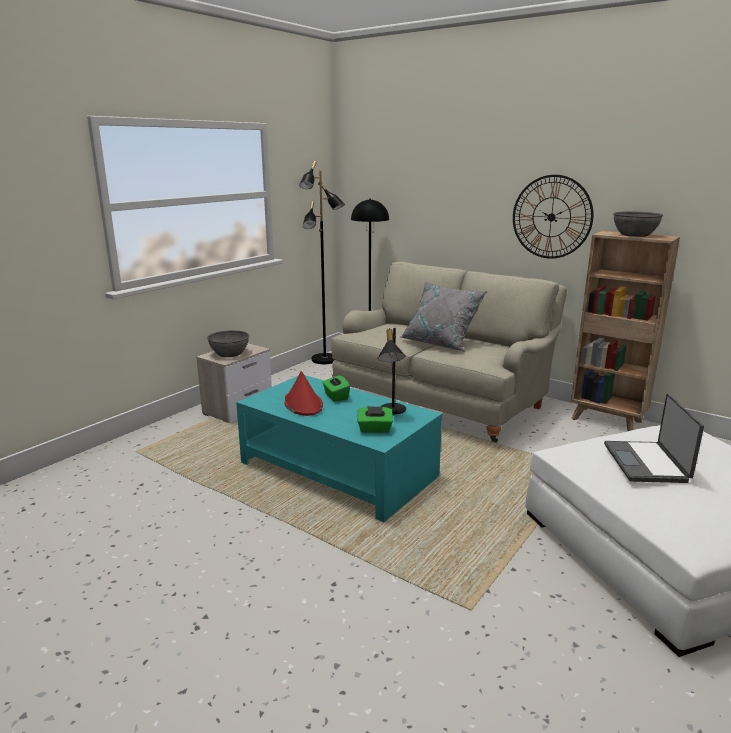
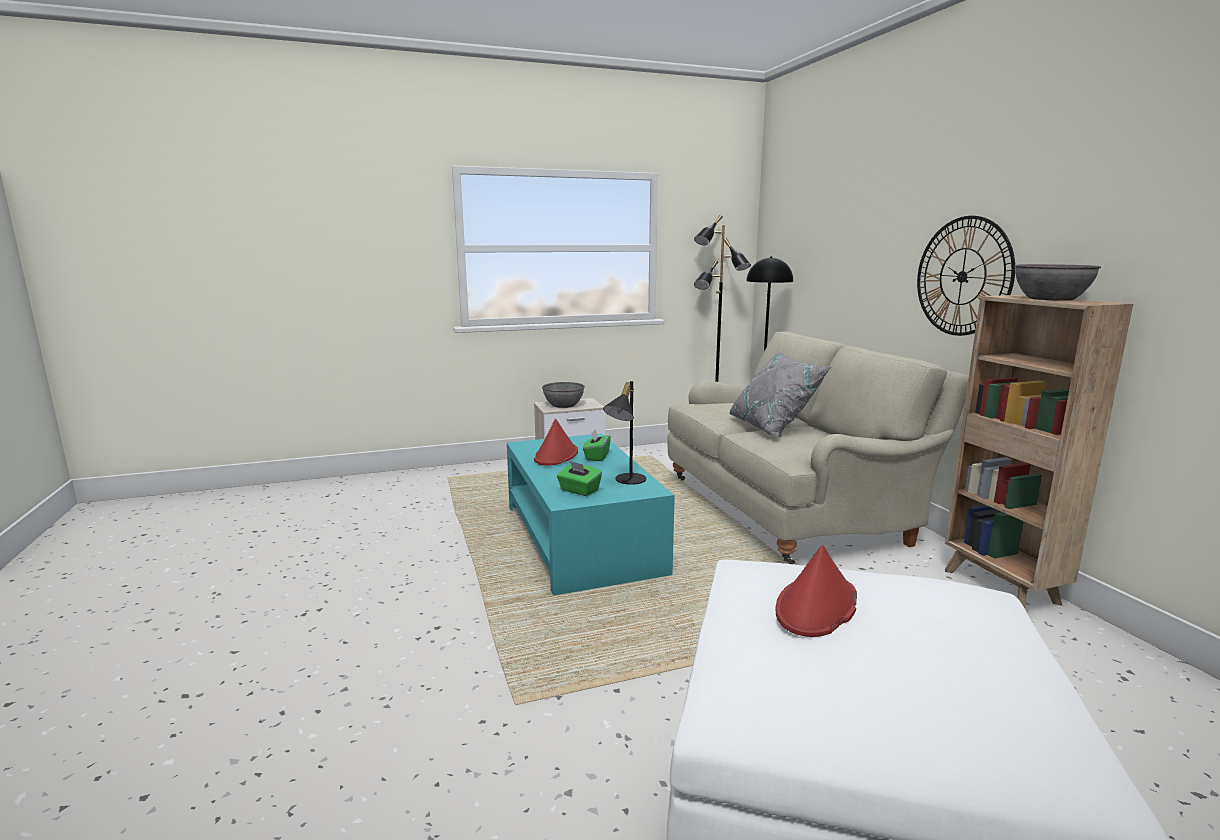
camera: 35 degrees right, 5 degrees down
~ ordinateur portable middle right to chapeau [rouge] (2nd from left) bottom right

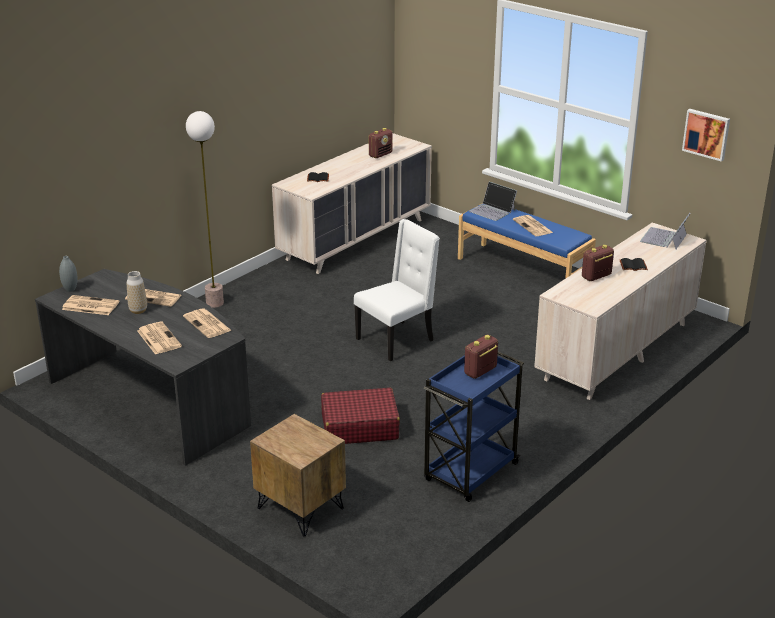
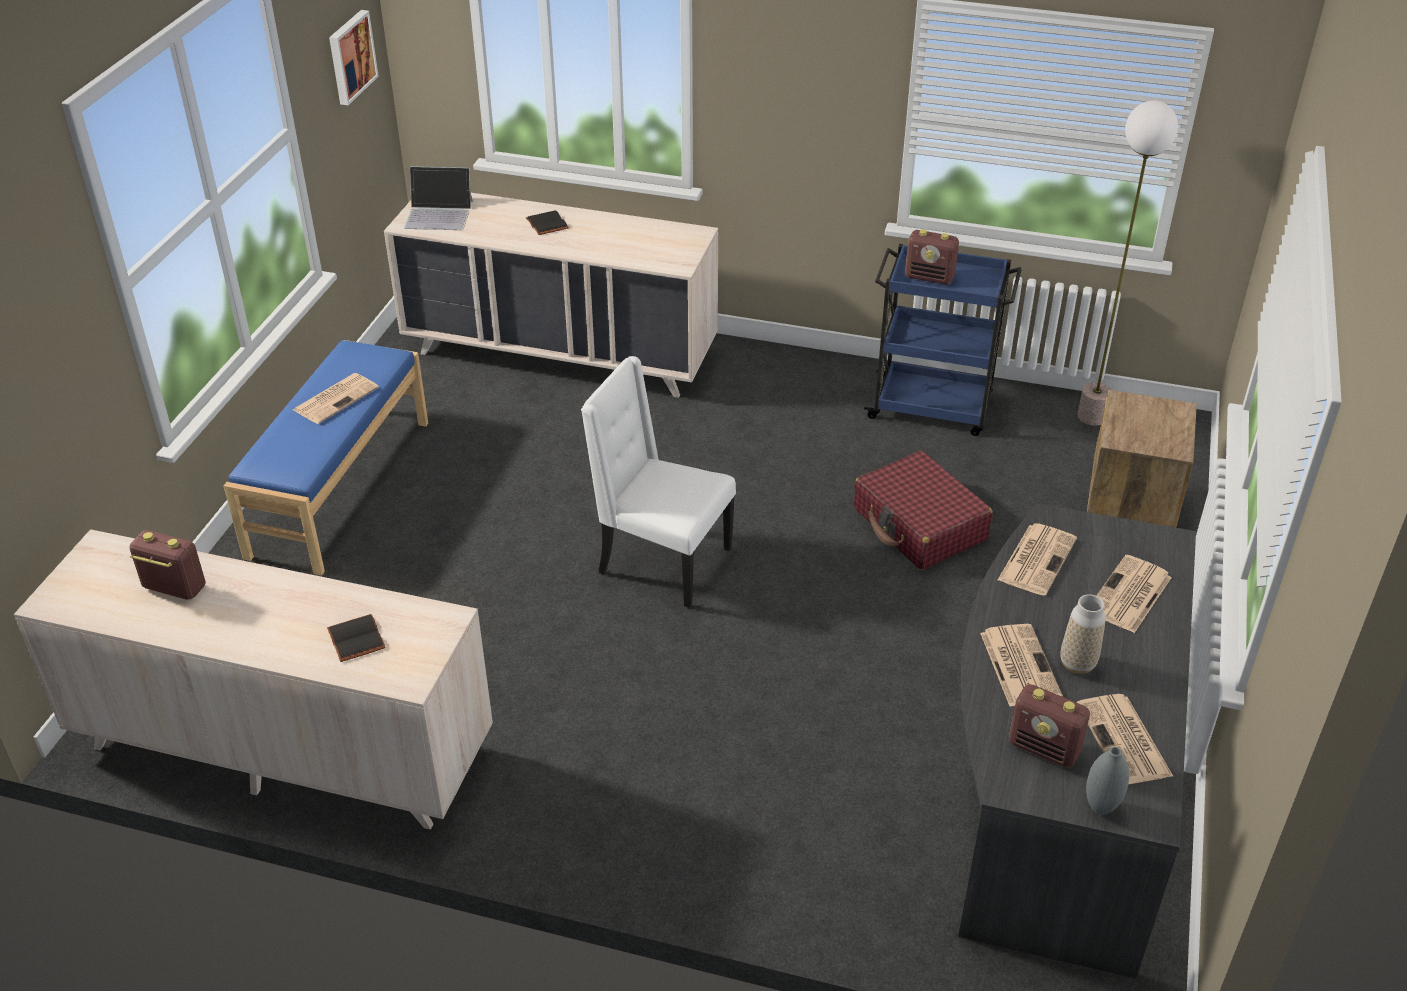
camera: 115 degrees left, 10 degrees up
~ lampadaire middle left to top right
- ordinateur portable (1st from left) top centre
~ radio (3rd from left) middle right to bottom right

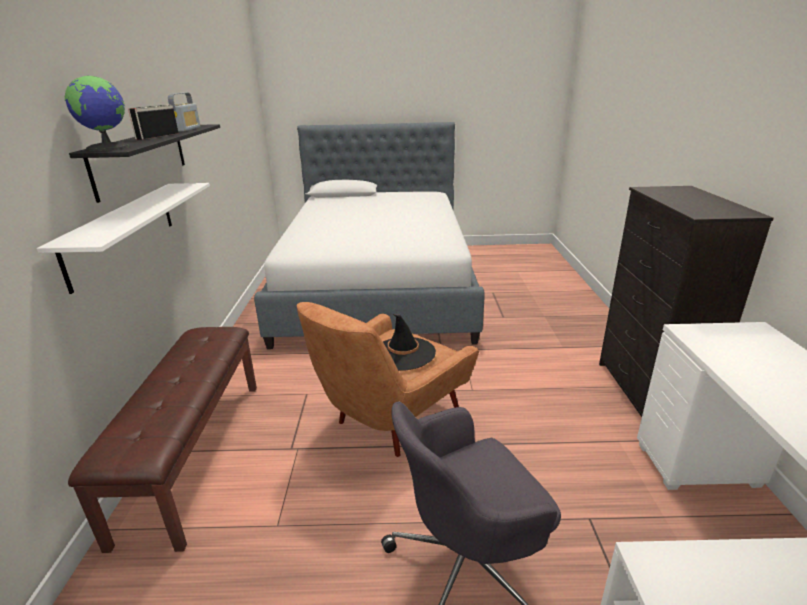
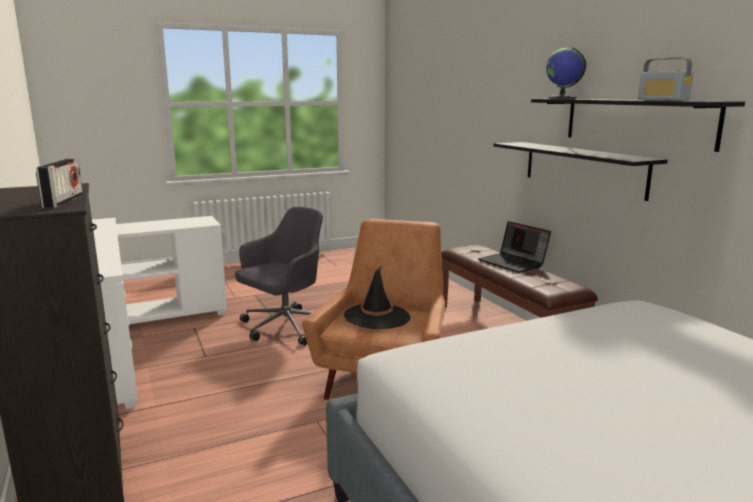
camera: 155 degrees right, 10 degrees down
~ étagère [blanc] middle left to étagère [noir] (1st from left) middle right
~ radio (1st from left) top left to middle left
+ ordinateur portable middle right

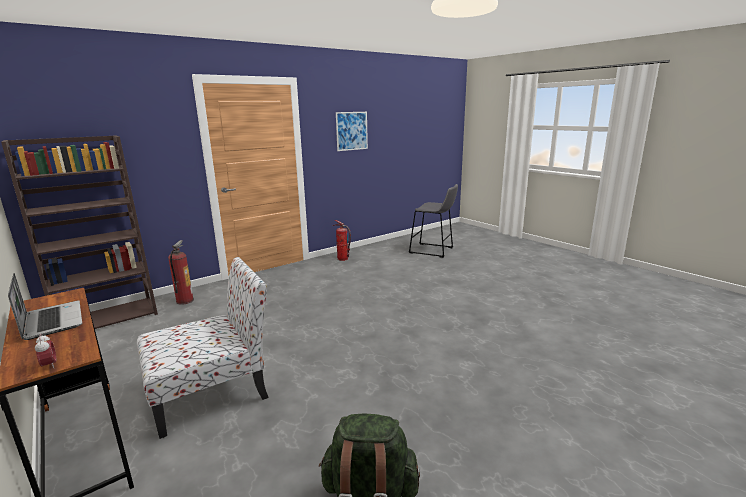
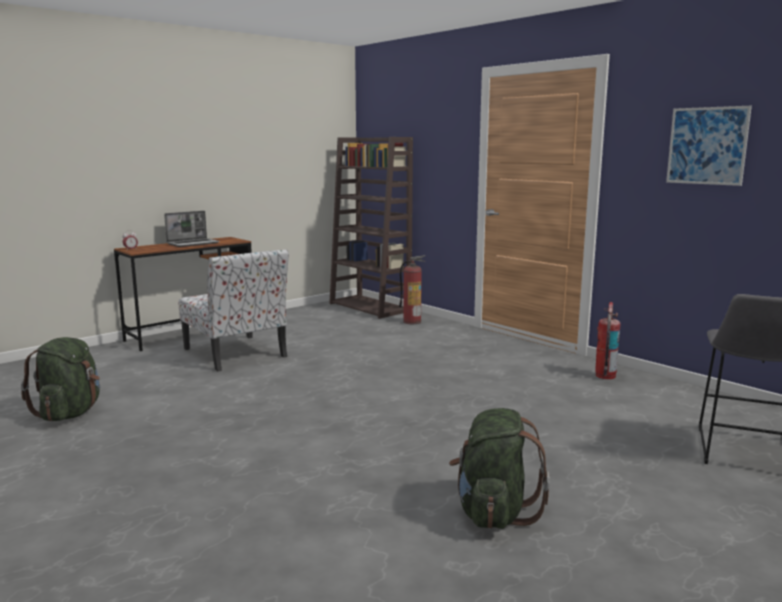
camera: 85 degrees right, 5 degrees down
+ sac à dos [vert] (2nd from left) bottom centre

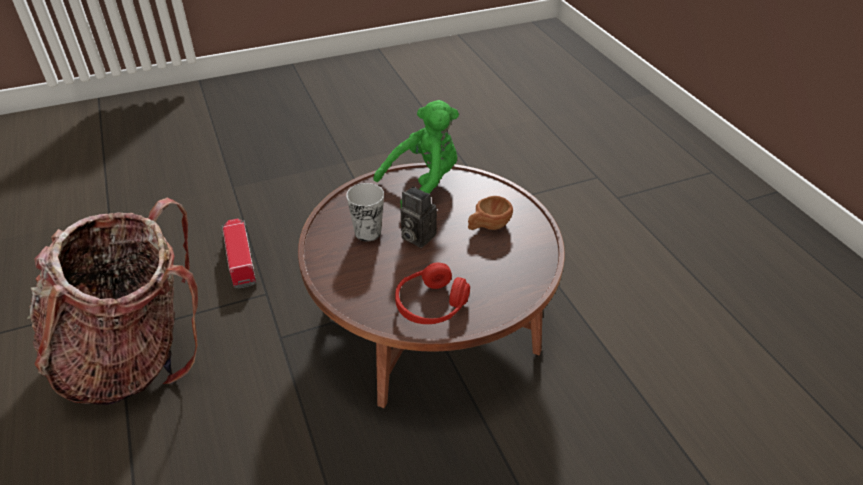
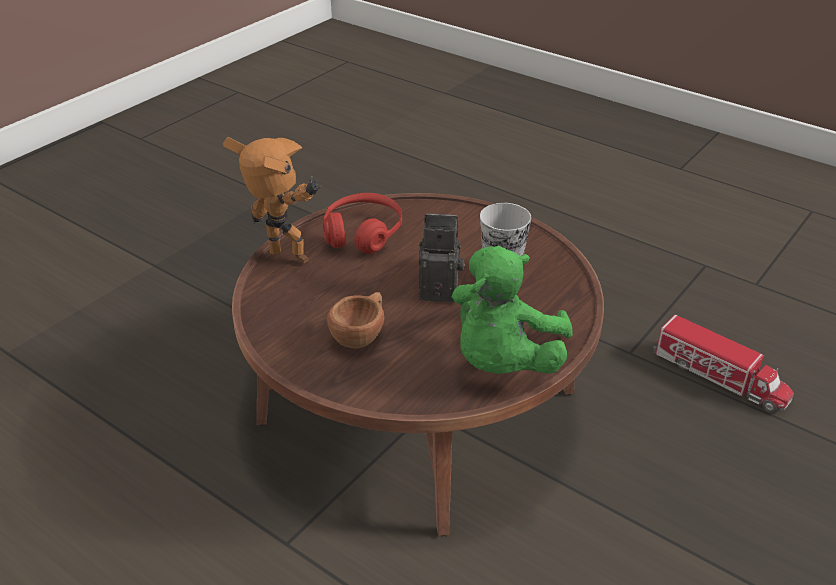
camera: 150 degrees right, 5 degrees down
- sac à dos middle left
+ robot jouet middle left

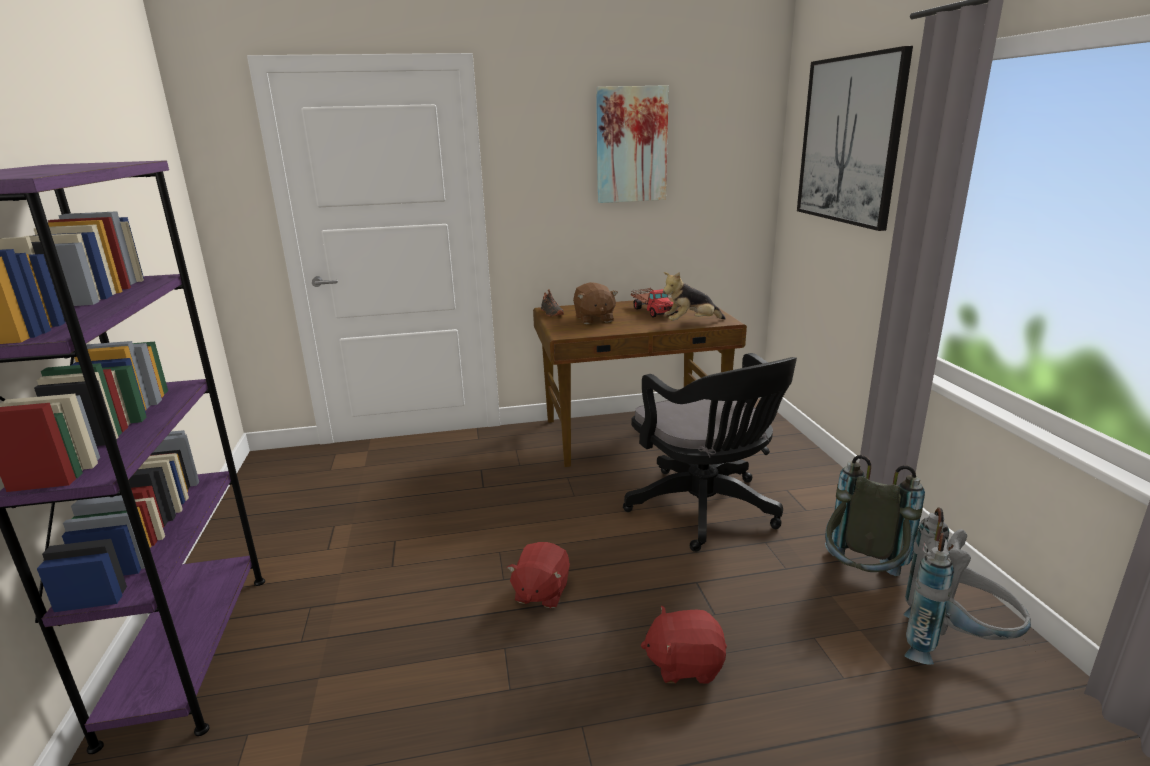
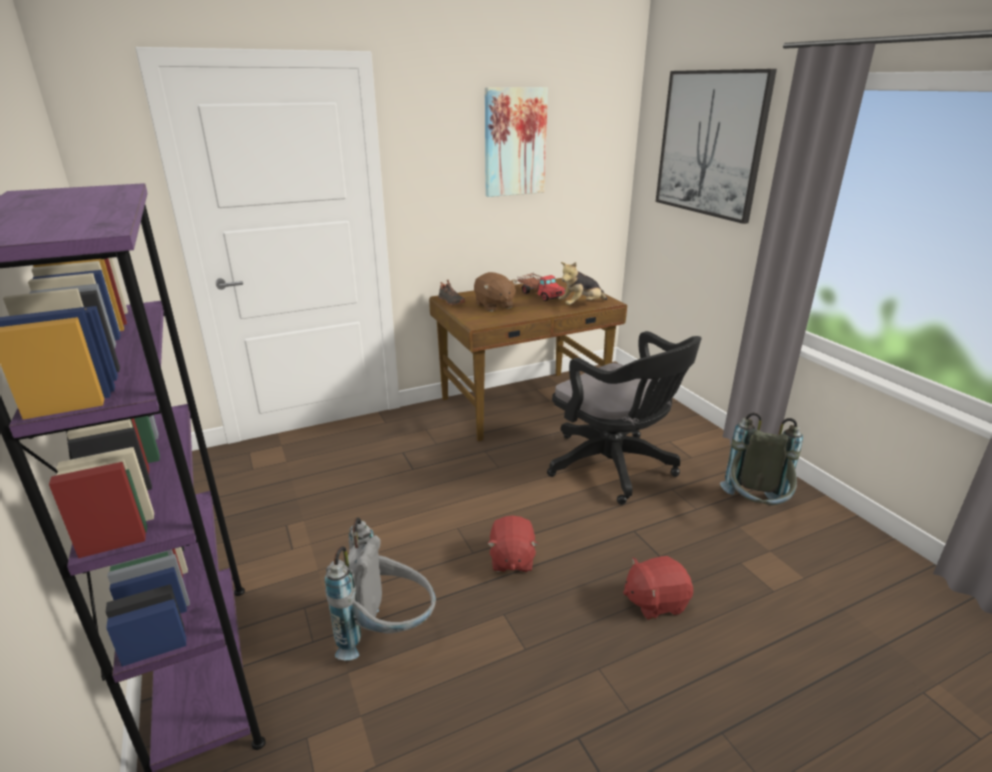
camera: 15 degrees left, 5 degrees up
~ sac à dos [gris] (2nd from left in the first image) bottom right to sac à dos [gris] (1st from left) bottom centre

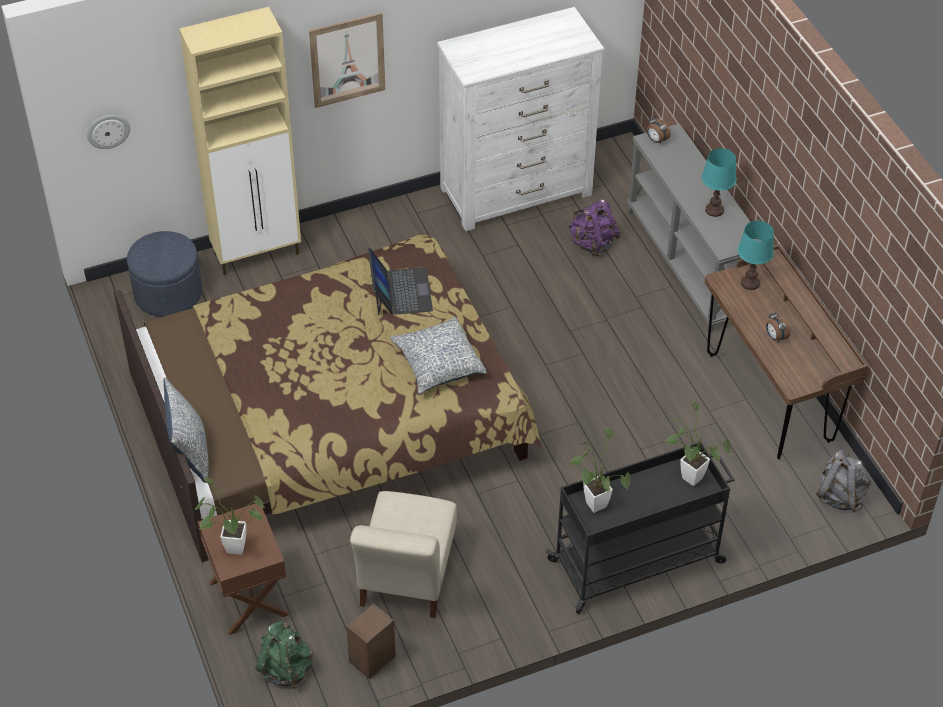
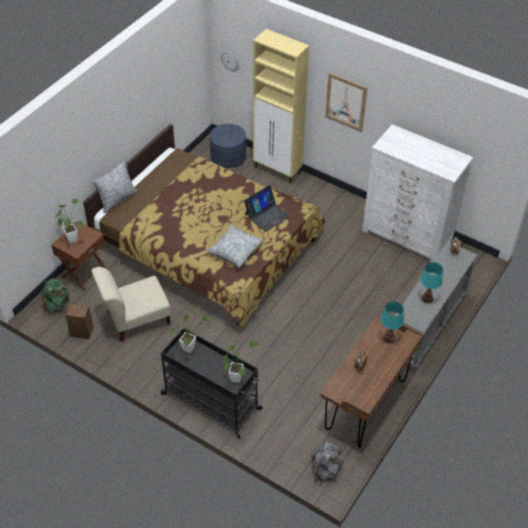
camera: 55 degrees right, 0 degrees up
- sac à dos [violet] top centre

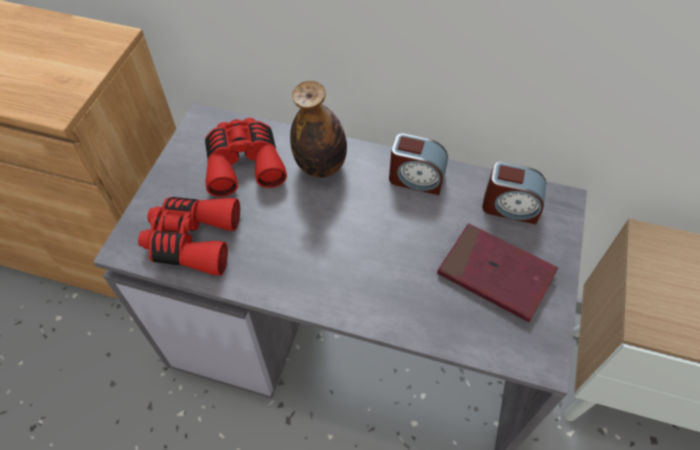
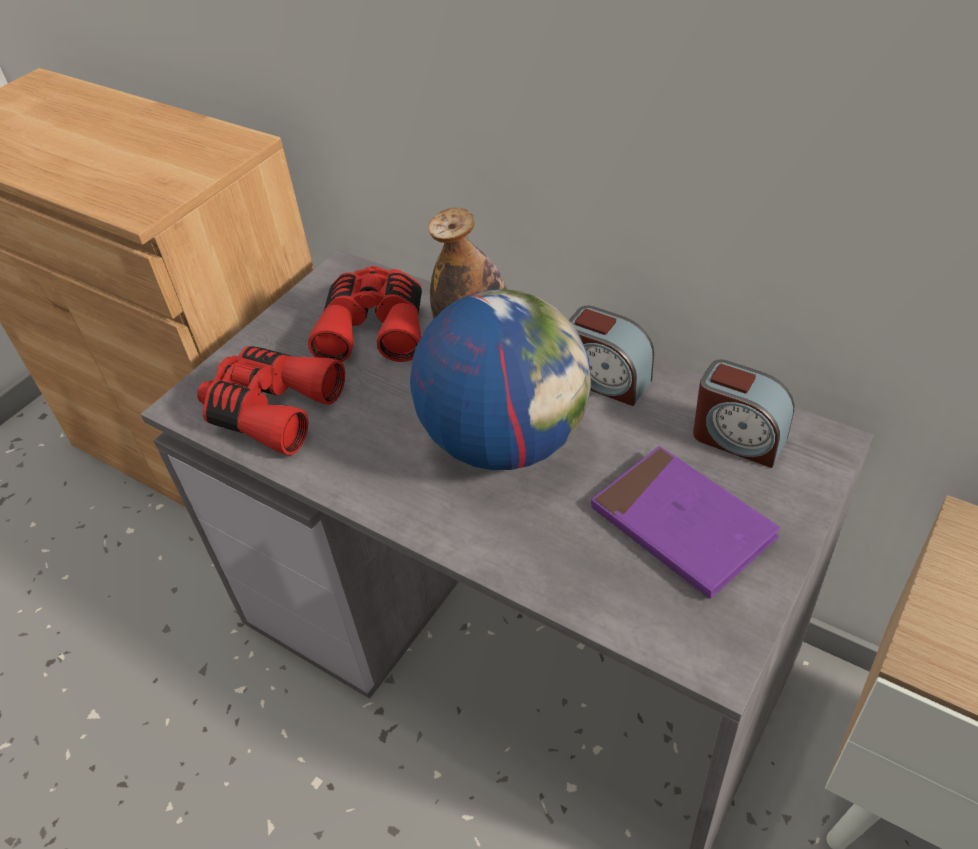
camera: 20 degrees right, 10 degrees down
~ livre [rouge] middle right to livre [violet] middle right
+ globe centre

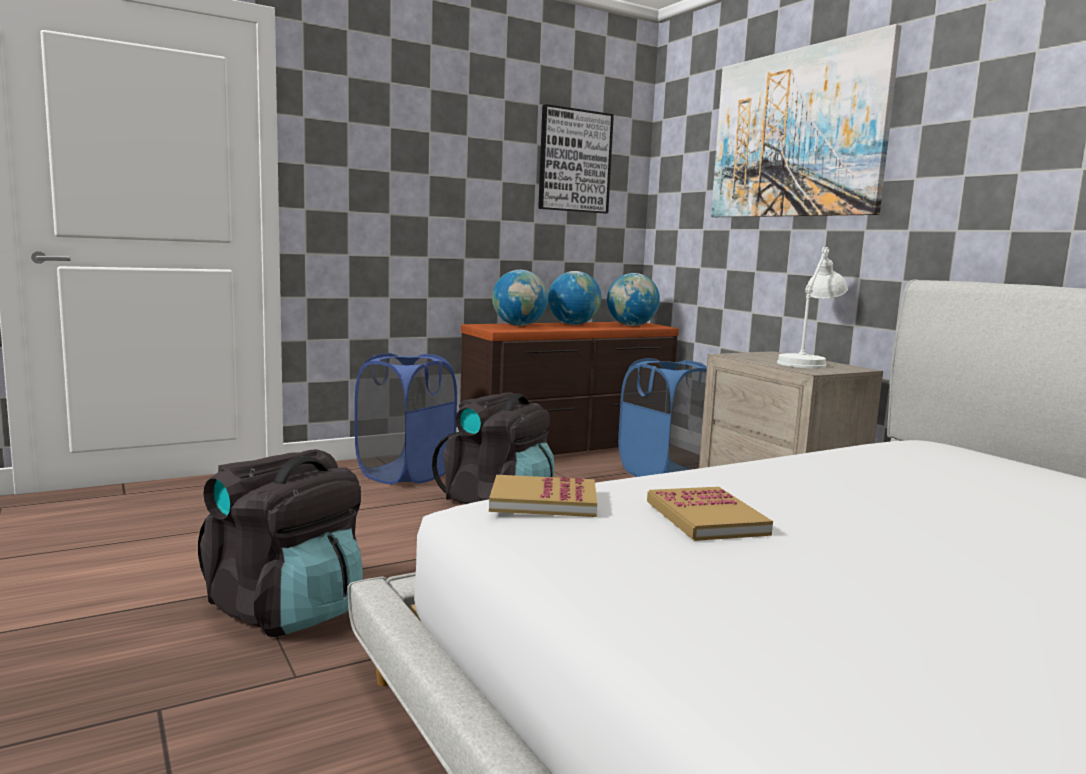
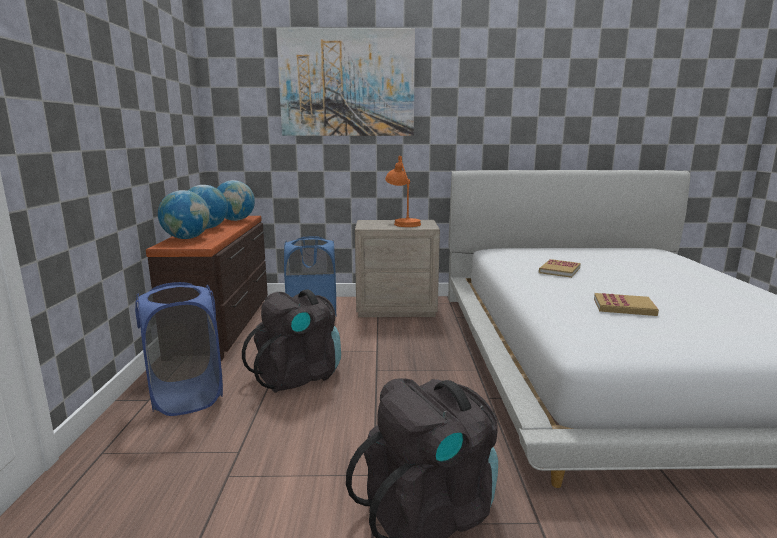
camera: 60 degrees left, 5 degrees up
~ livre (1st from left) centre to middle right
- tableau (1st from left) top centre
~ lampe de table [blanc] middle right to lampe de table [orange] centre

